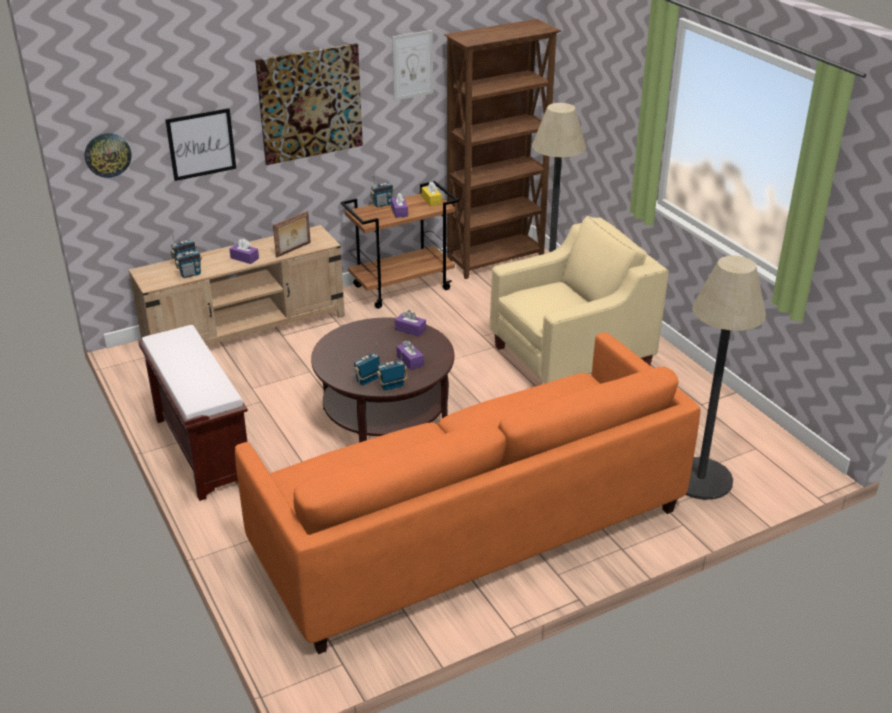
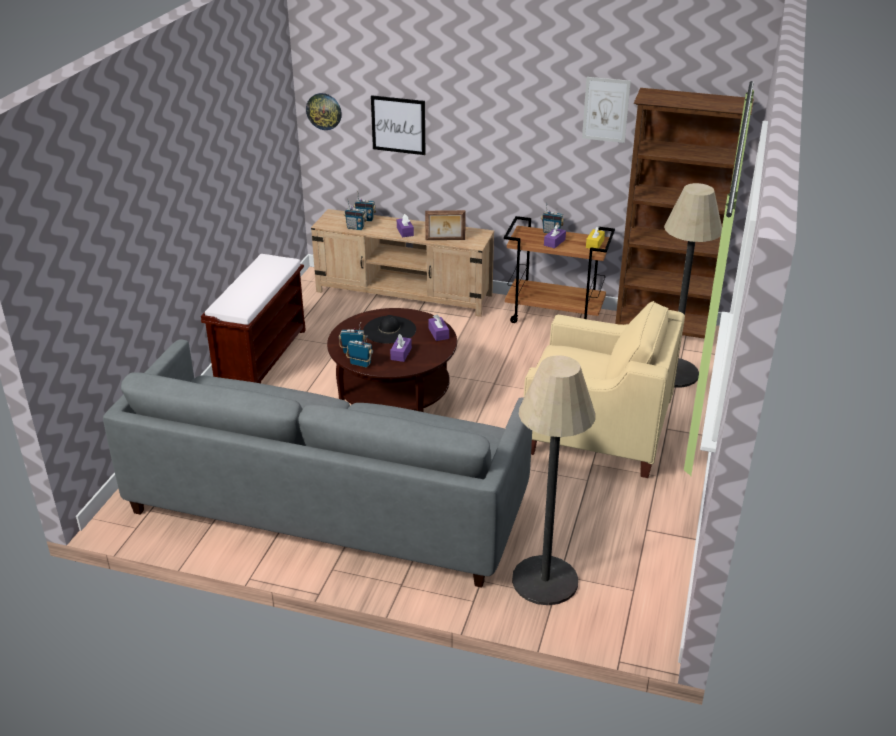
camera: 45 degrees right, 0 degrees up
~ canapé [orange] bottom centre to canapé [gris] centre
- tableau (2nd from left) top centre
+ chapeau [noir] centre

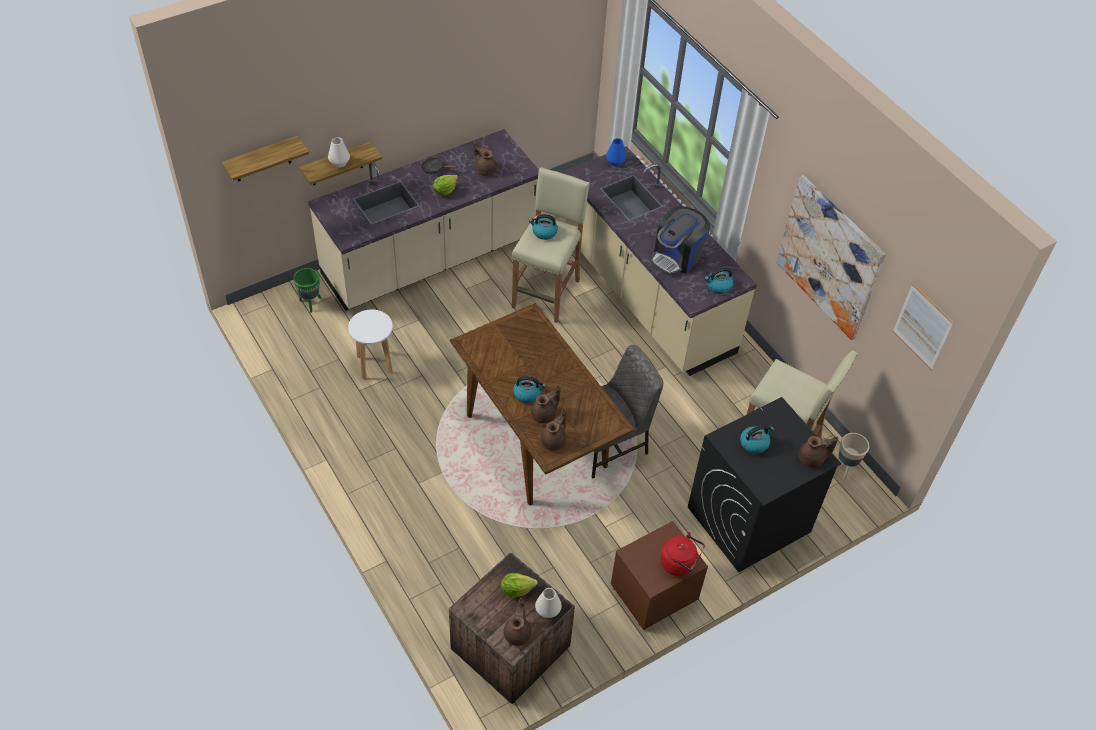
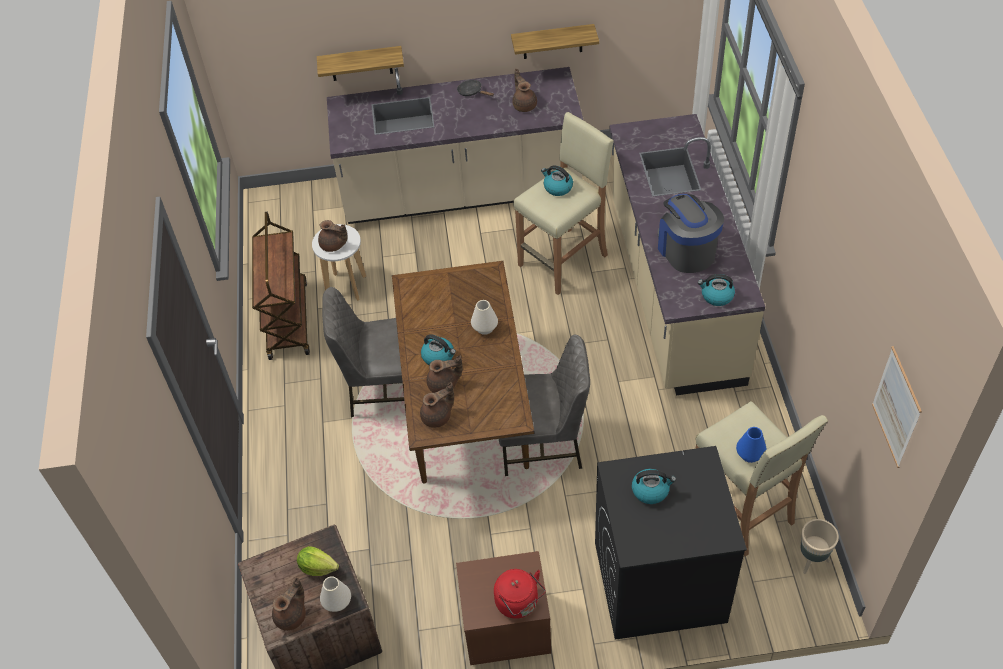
camera: 30 degrees right, 0 degrees up
~ étagère (1st from left in the first image) top left to étagère (2nd from left) top centre
- cache-pot [vert] middle left
~ vase [blanc] (1st from left in the first image) top left to vase [blanc] (2nd from left) centre
- laitue (1st from left) top centre
~ vase [bleu] top centre to middle right
~ machine à café top centre = middle right 90 degrees clockwise
- tableau (1st from left) middle right
~ théière [marron] (5th from left in the first image) middle right to théière [marron] (2nd from left) middle left
+ chariot [marron] middle left
+ chaise [gris] (1st from left) centre

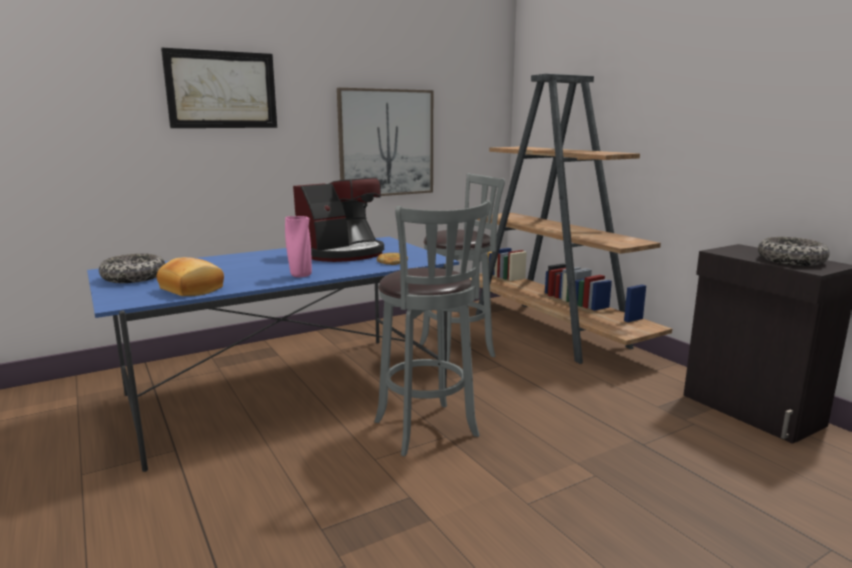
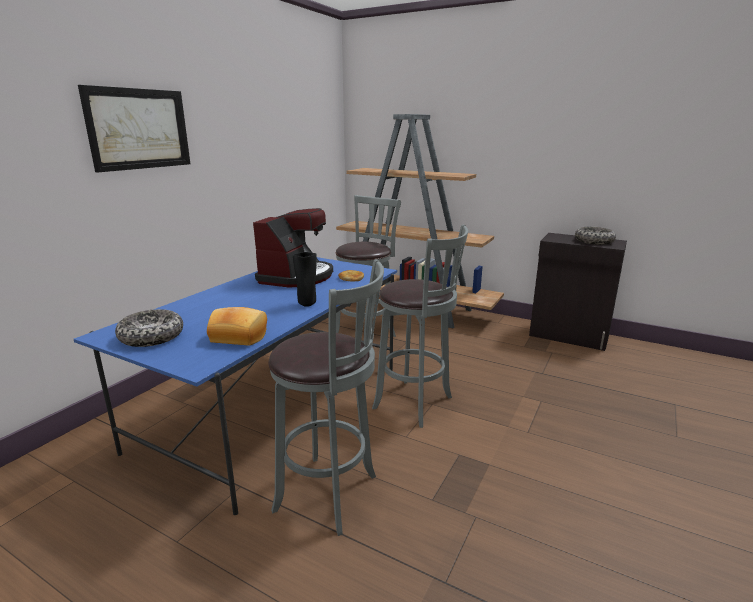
camera: 30 degrees left, 5 degrees up
~ vase [rose] centre to vase [noir] centre
- tableau (2nd from left) top centre
+ tabouret [gris] (1st from left) centre

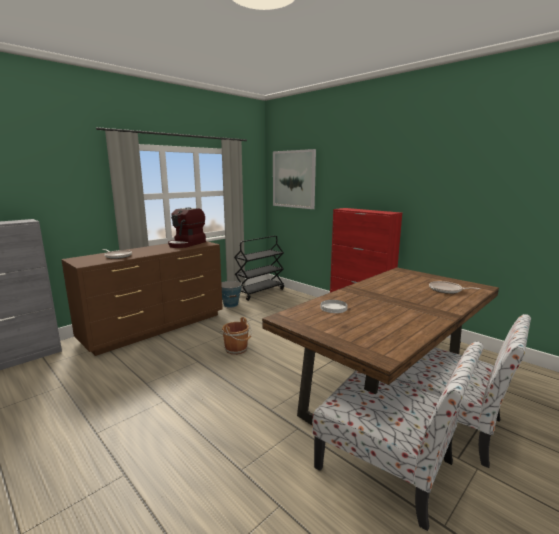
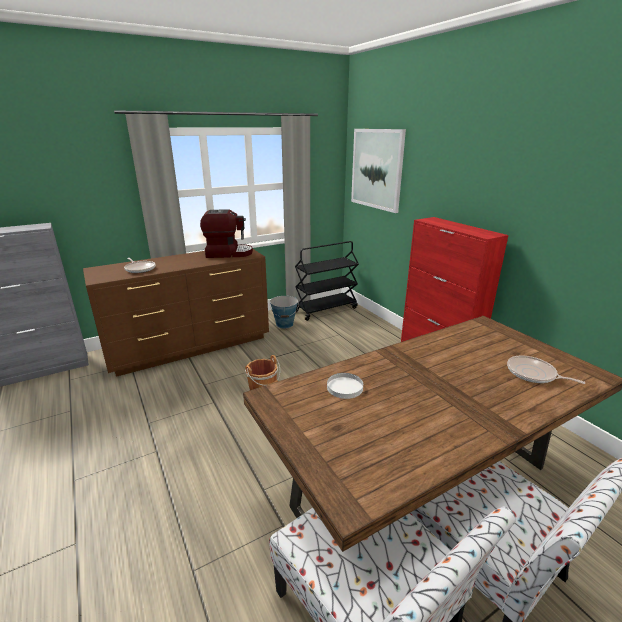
camera: 15 degrees right, 10 degrees up
~ machine à café centre = centre 135 degrees counterclockwise

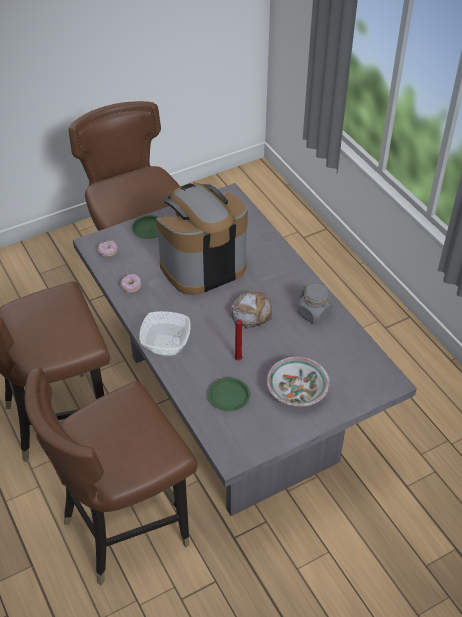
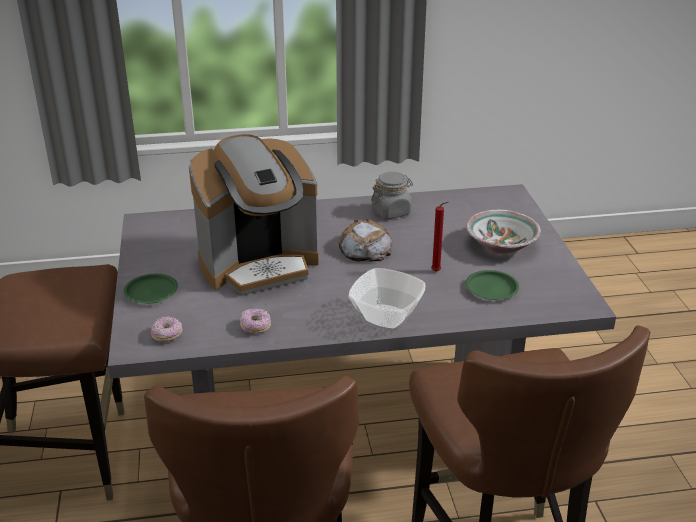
camera: 70 degrees left, 15 degrees down
~ machine à café centre = centre 105 degrees counterclockwise

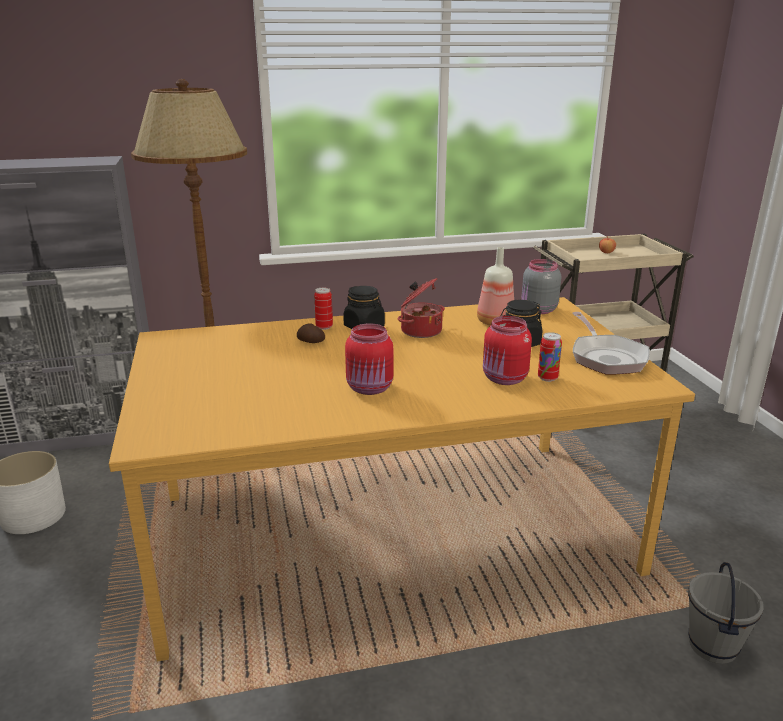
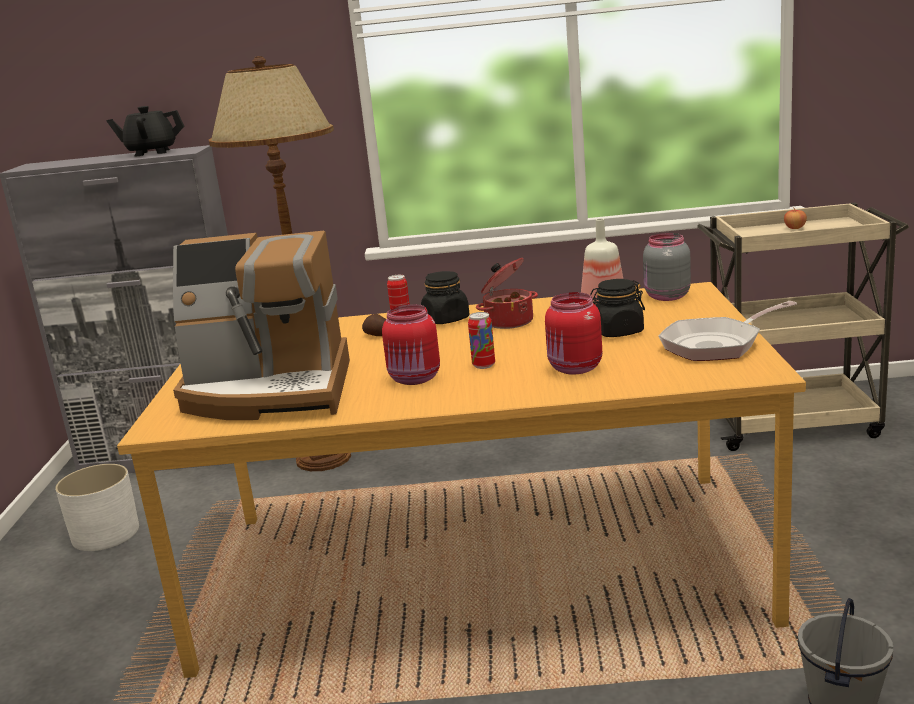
camera: 15 degrees right, 5 degrees down
~ boîte métallique (2nd from left) middle right to centre
~ poêle middle right = middle right 60 degrees clockwise
+ théière [noir] top left
+ machine à café middle left

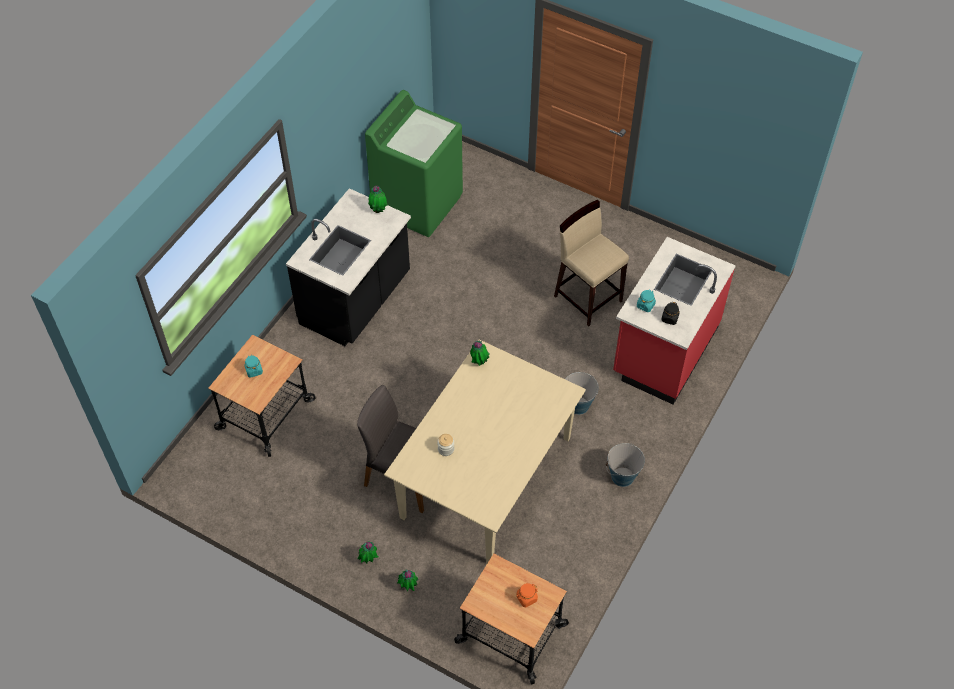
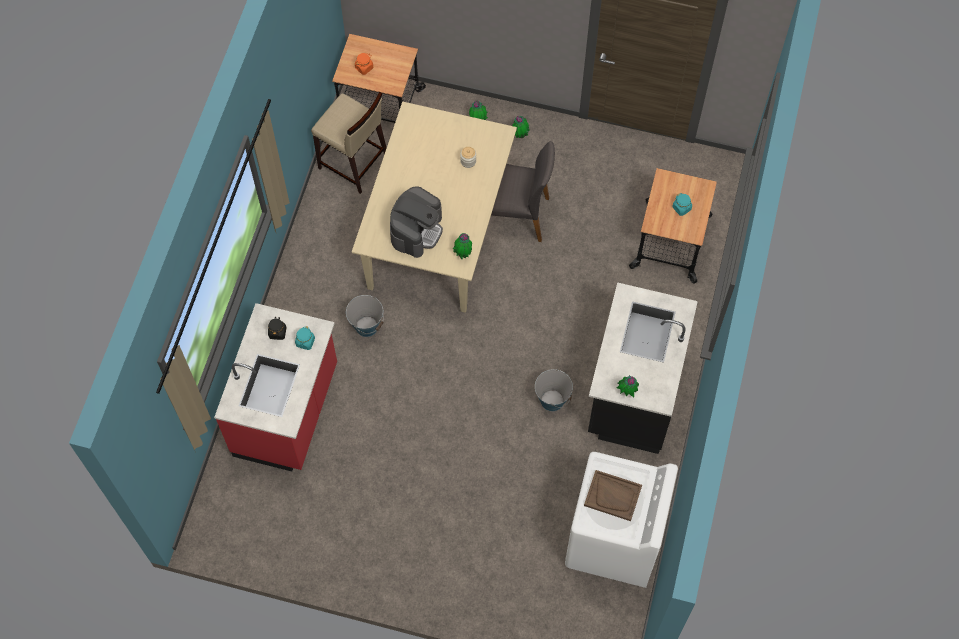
camera: 165 degrees right, 10 degrees up
~ lave-linge [vert] top centre to lave-linge [blanc] bottom centre
~ tabouret [beige] centre to top centre
~ seau (2nd from left) bottom centre to centre
+ machine à café centre
+ plateau [marron] bottom centre

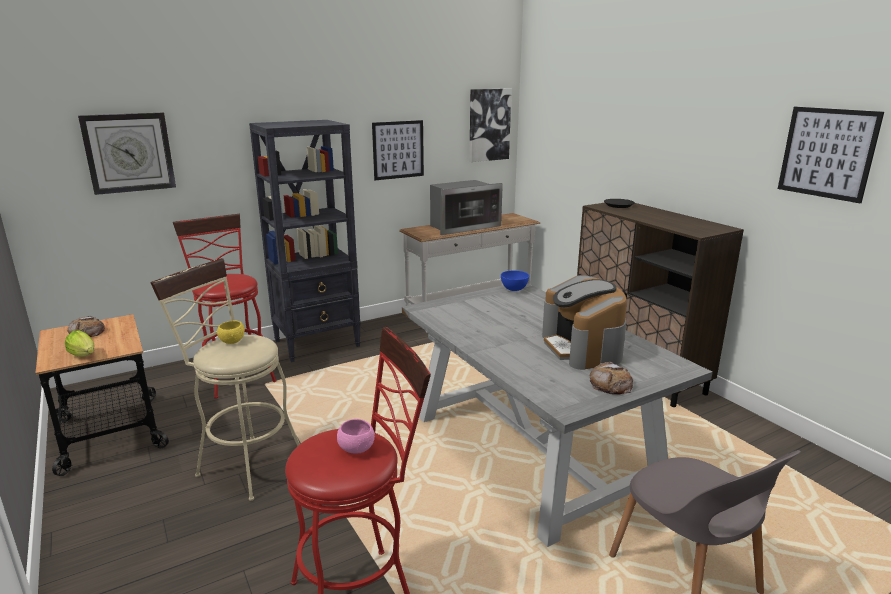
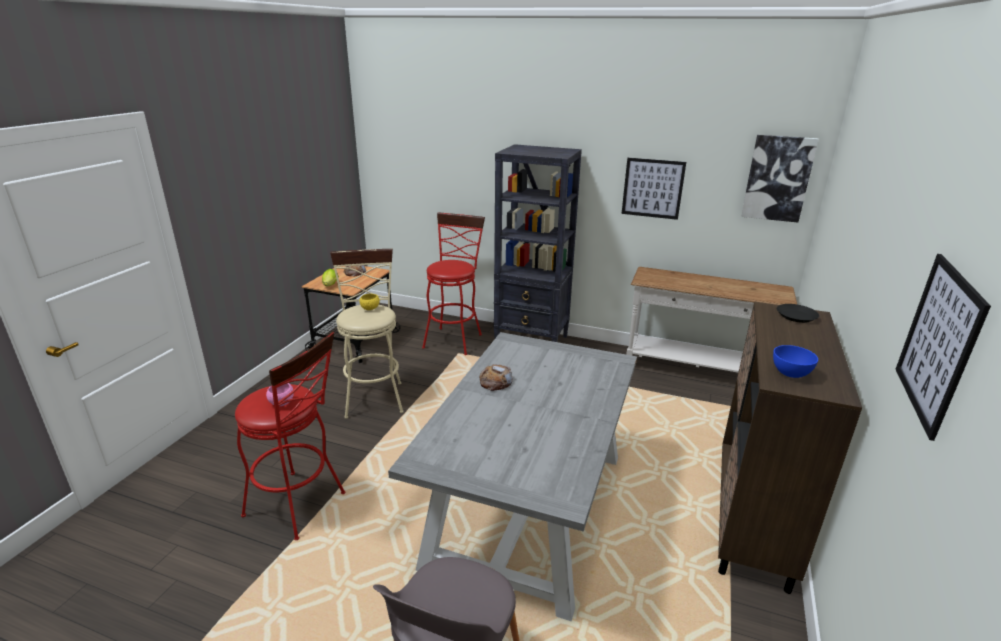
camera: 50 degrees right, 5 degrees up
- horloge murale top left
- micro-ondes centre
~ bol [bleu] centre to middle right
- machine à café centre
~ pain (2nd from left) middle right to centre

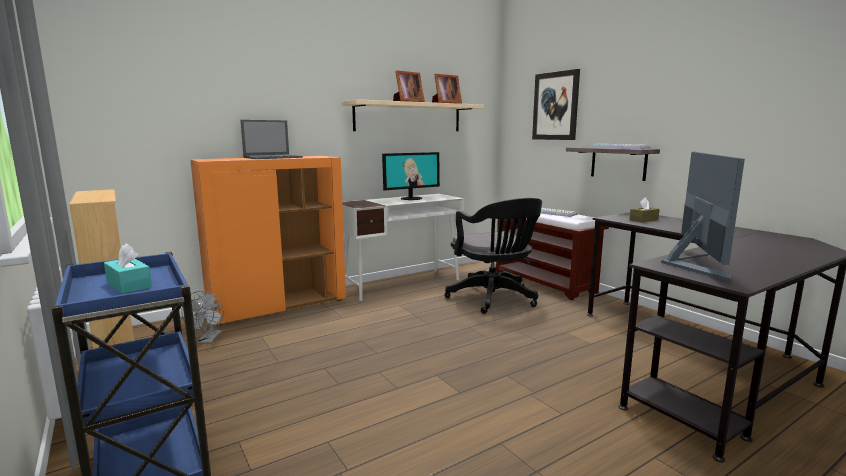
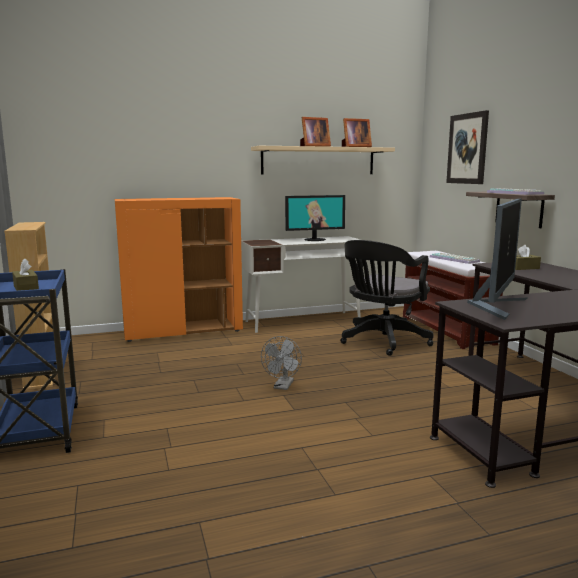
camera: 15 degrees right, 0 degrees up
~ boîte à mouchoirs [turquoise] middle left to boîte à mouchoirs [marron] (1st from left) middle left
~ ventilateur [gris] middle left to centre
- ordinateur portable top left
~ chaise de bureau [noir] centre = middle right 45 degrees clockwise

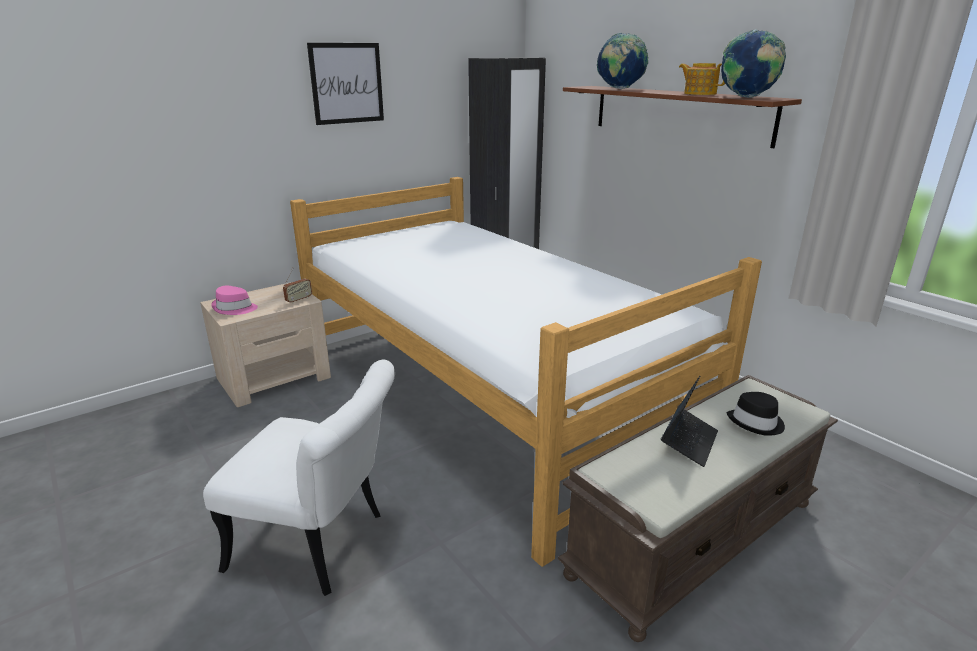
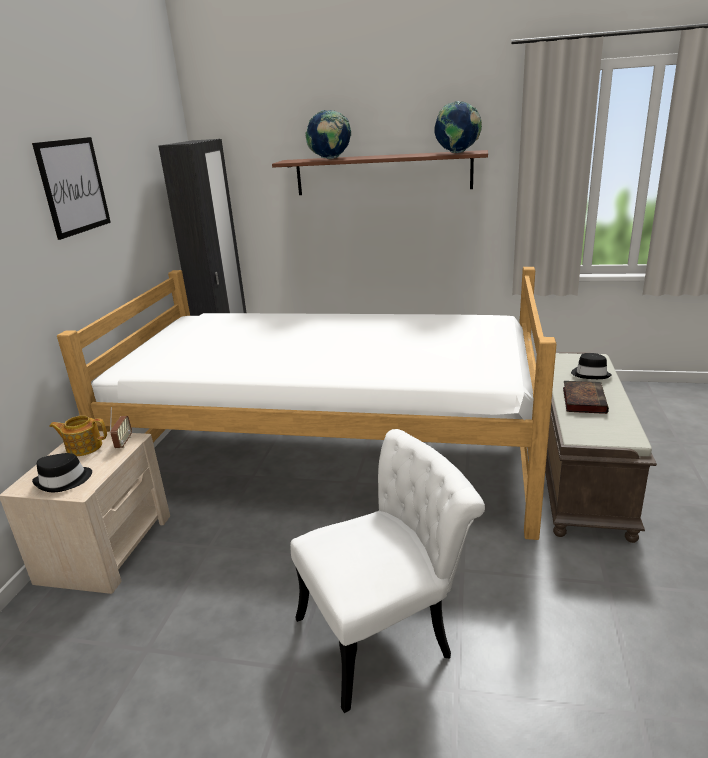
camera: 40 degrees left, 0 degrees up
~ chapeau [rose] middle left to chapeau [noir] (1st from left) middle left
~ ordinateur portable middle right to livre middle right
~ théière top right to middle left

